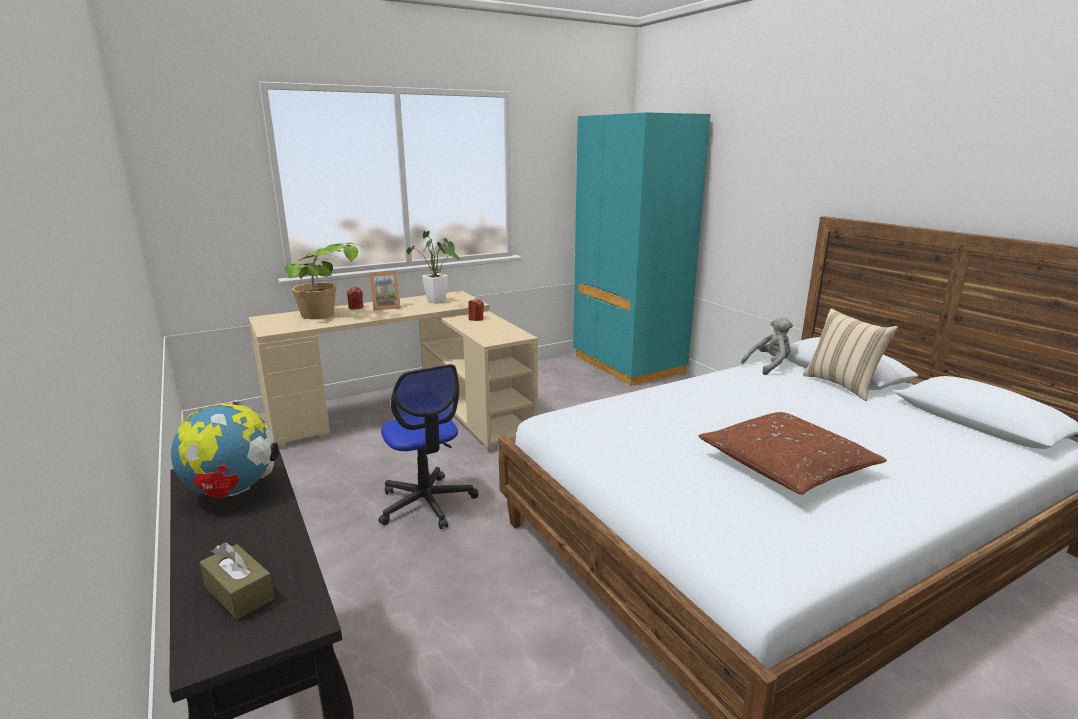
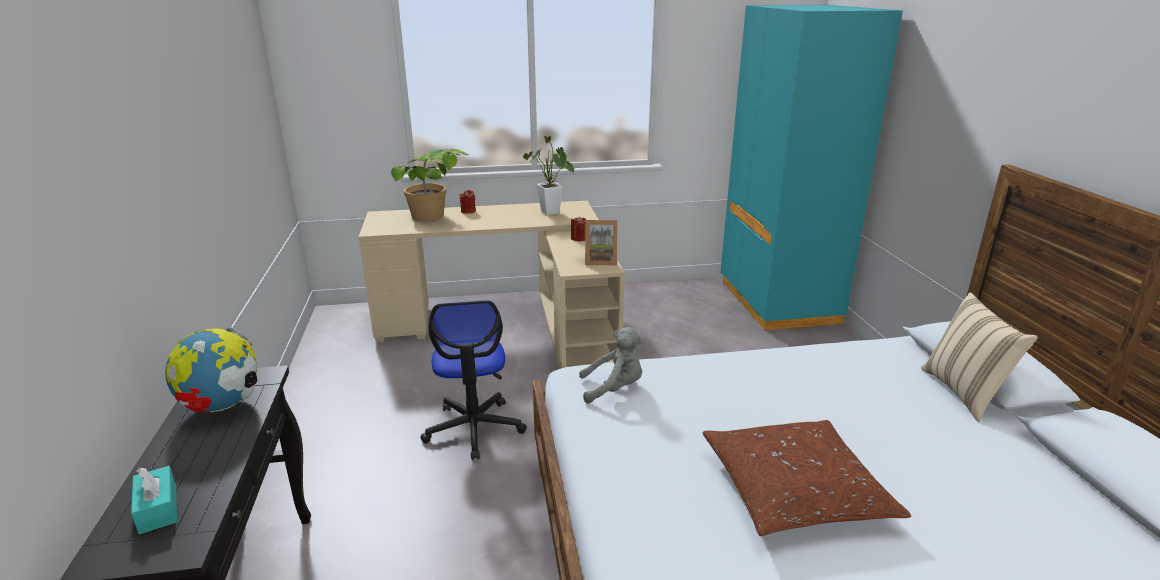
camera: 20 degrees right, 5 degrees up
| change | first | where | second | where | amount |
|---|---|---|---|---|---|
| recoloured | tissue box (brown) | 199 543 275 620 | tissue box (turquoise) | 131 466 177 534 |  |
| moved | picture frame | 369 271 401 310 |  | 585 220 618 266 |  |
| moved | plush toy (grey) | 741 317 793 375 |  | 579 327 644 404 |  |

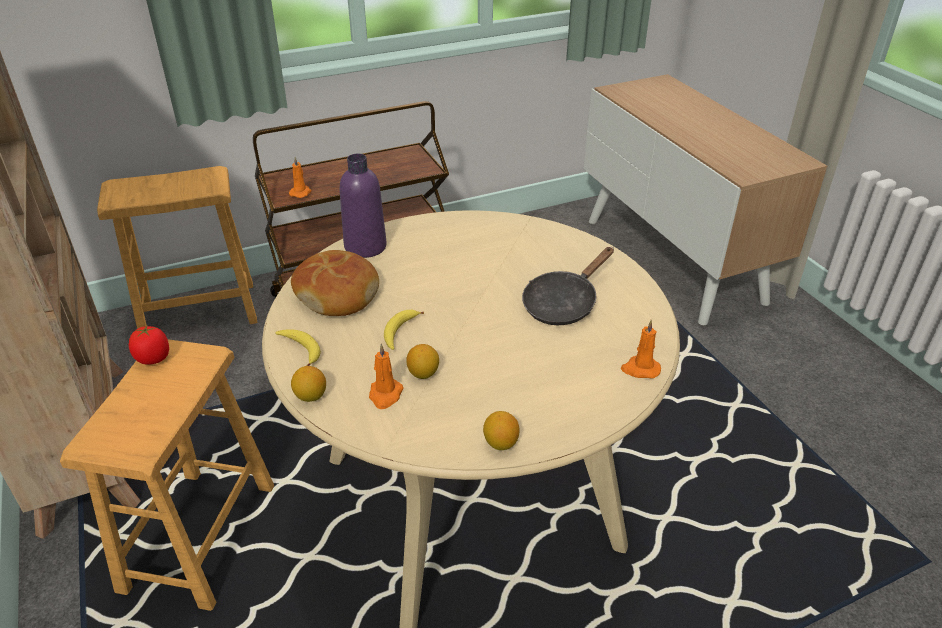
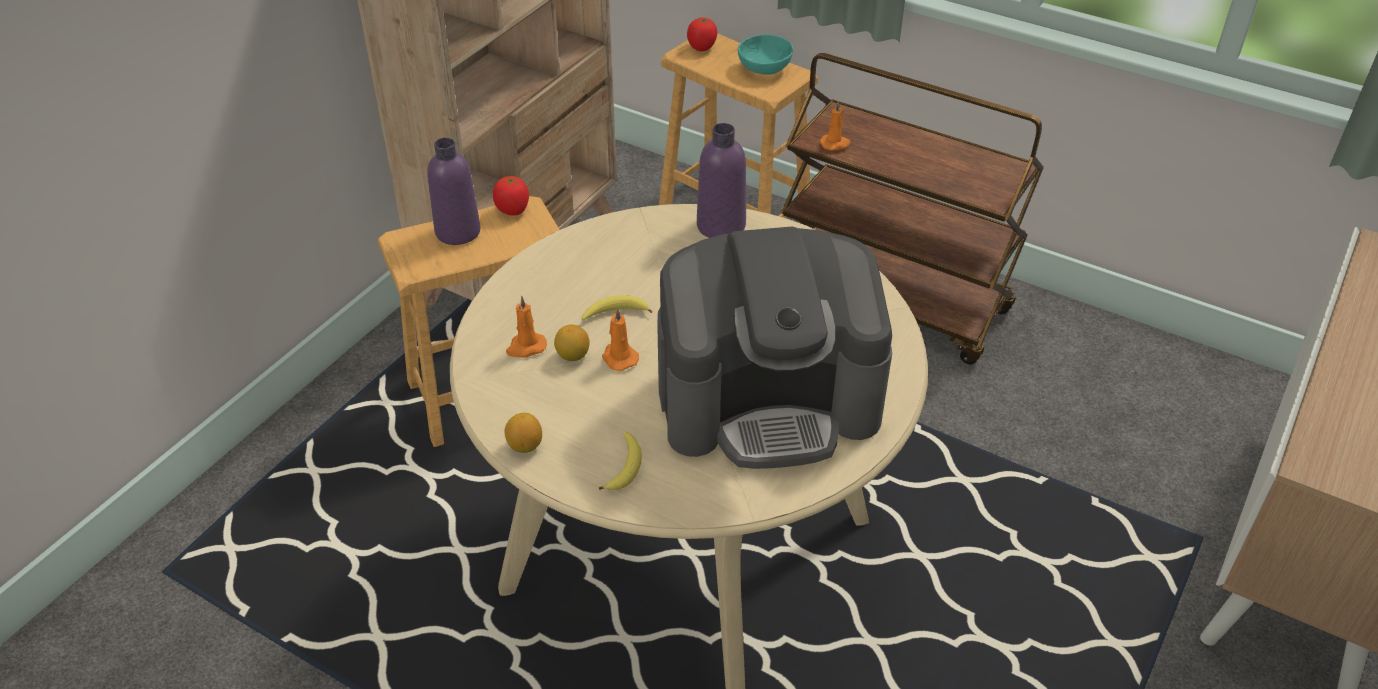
camera: 55 degrees right, 5 degrees up
| change | first | where | second | where | amount |
|---|---|---|---|---|---|
| moved | banana | 275 329 321 366 |  | 599 431 642 490 |  |
| removed | bread | 291 250 379 316 |  |  |  |
| removed | lemon | 291 366 326 402 |  |  |  |
| replaced | frying pan (black) | 522 247 614 325 | coffee machine | 657 227 892 469 |  |
| moved | candle (orange) | 621 320 661 378 |  | 602 308 639 371 |  |
| added |  |  | bottle (purple) | 427 138 481 245 |  |
| added |  |  | tomato | 687 18 718 52 |  |
| added |  |  | bowl (turquoise) | 738 35 793 75 |  |

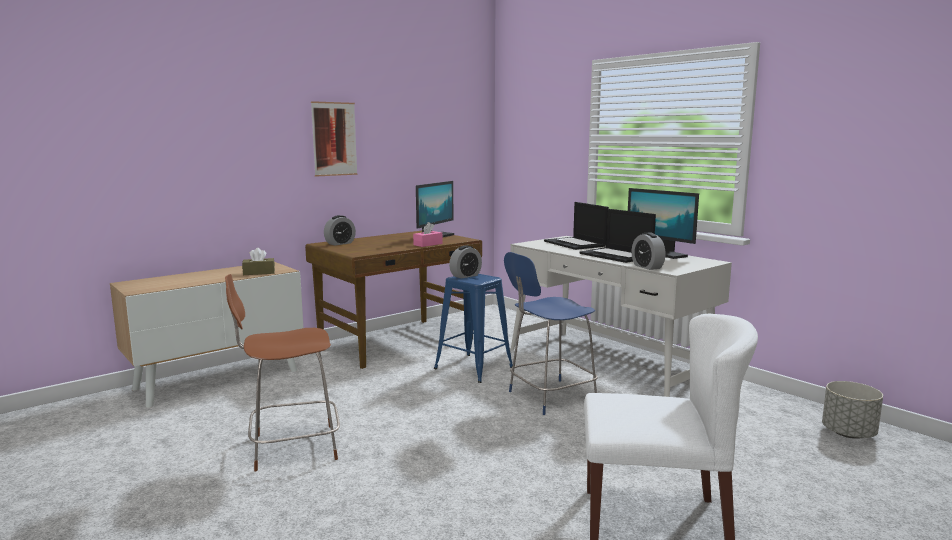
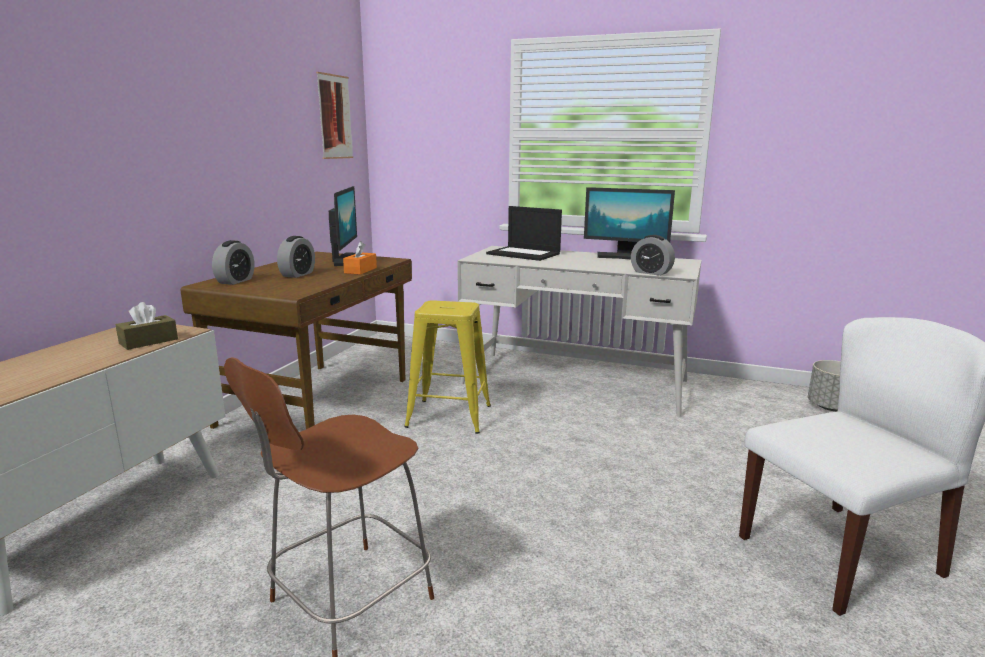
camera: 30 degrees left, 5 degrees up
| change | first | where | second | where | amount |
|---|---|---|---|---|---|
| moved | picture | 311 101 357 177 |  | 316 72 353 159 |  |
| recoloured | tissue box (pink) | 413 222 442 247 | tissue box (orange) | 343 241 377 275 |  |
| recoloured | stool (blue) | 434 274 513 383 | stool (yellow) | 404 300 491 434 |  |
| moved | alarm clock | 449 245 482 279 |  | 277 236 315 278 |  |
| removed | chair (blue) | 504 252 598 415 |  |  |  |
| removed | laptop | 579 209 656 263 |  |  |  |

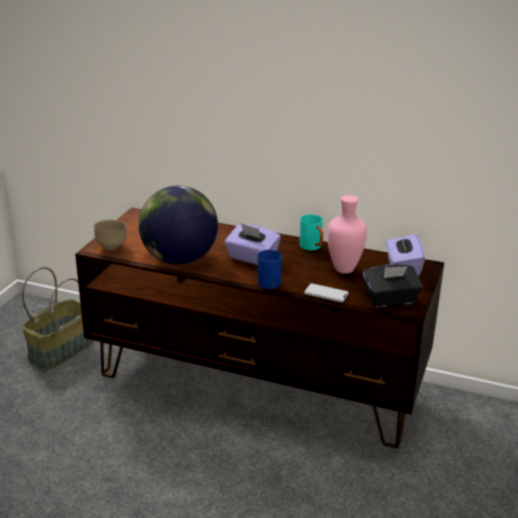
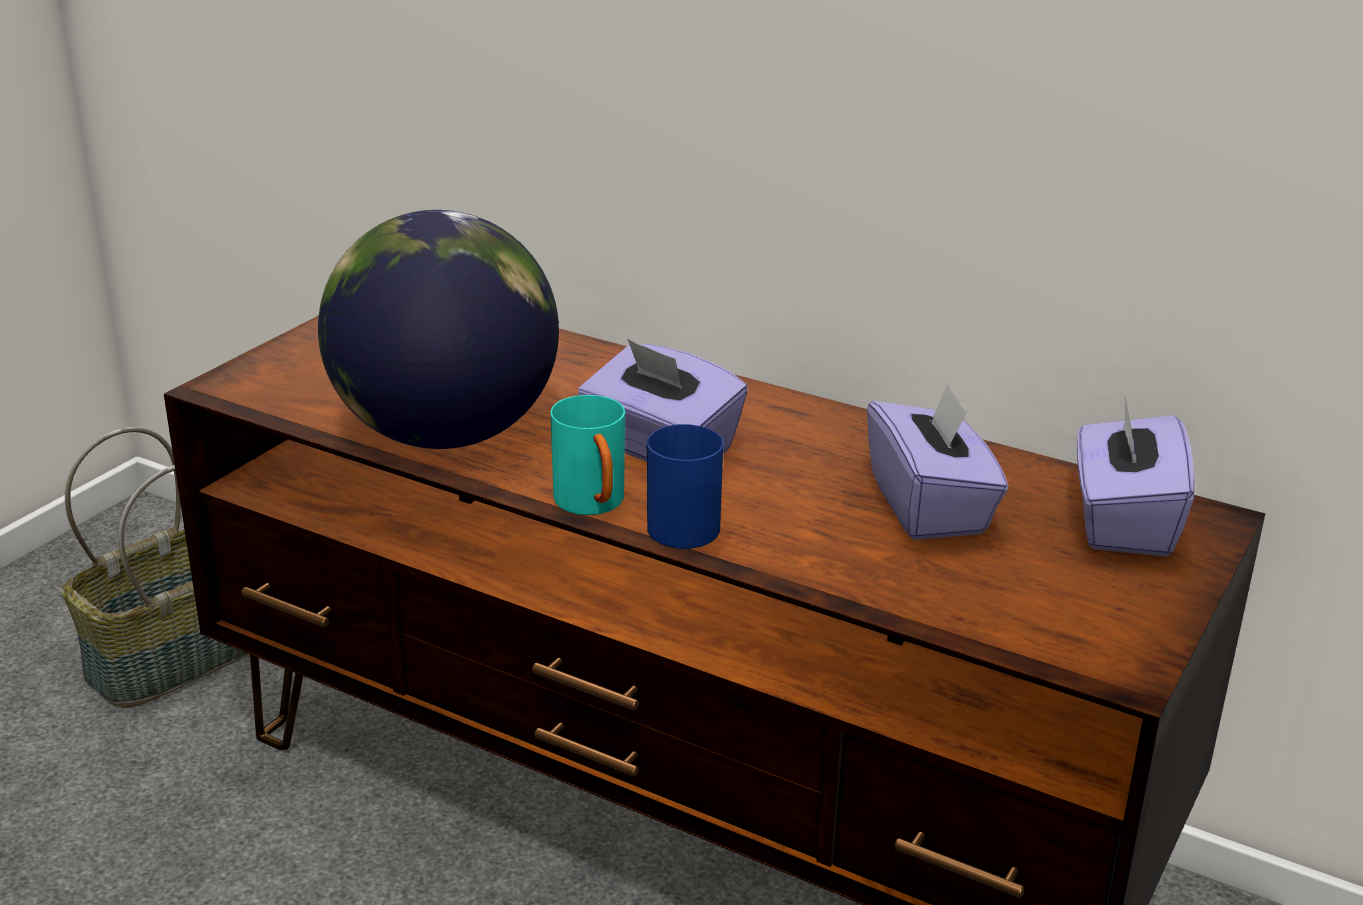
camera: 10 degrees right, 0 degrees up
| change | first | where | second | where | amount |
|---|---|---|---|---|---|
| removed | bowl (brown) | 94 220 127 250 |  |  |  |
| moved | mug (turquoise) | 300 215 323 250 |  | 550 395 625 515 |  |
| removed | phone | 304 283 349 302 |  |  |  |
| replaced | vase (pink) | 327 195 367 274 | tissue box (purple) | 867 382 1008 540 |  |
| removed | tissue box (black) | 362 264 423 308 |  |  |  |

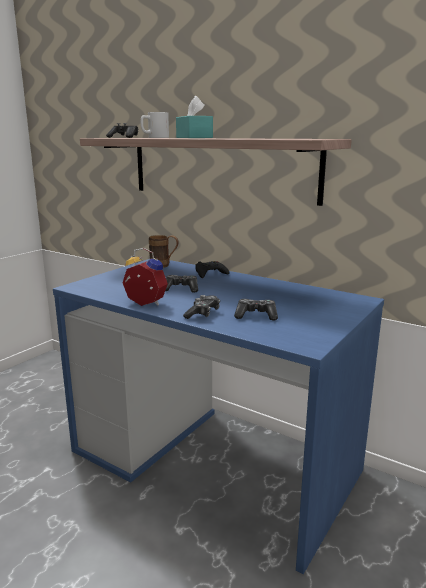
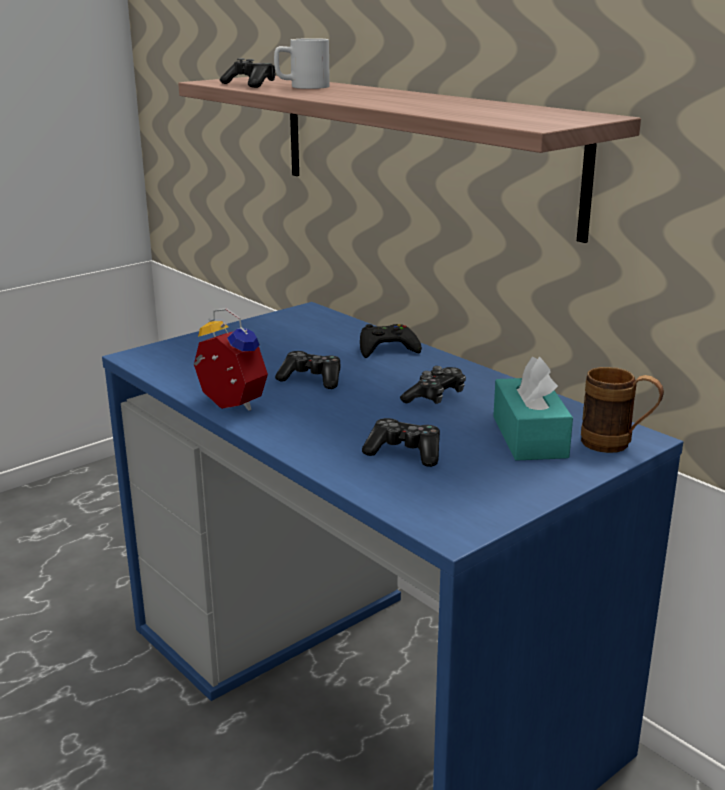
camera: 15 degrees right, 5 degrees up
| change | first | where | second | where | amount |
|---|---|---|---|---|---|
| moved | mug (brown) | 149 235 178 268 |  | 581 367 664 453 |  |
| moved | tissue box (turquoise) | 176 96 213 138 |  | 493 357 573 461 |  |
| moved | game controller | 183 295 220 319 |  | 400 366 466 404 |  |

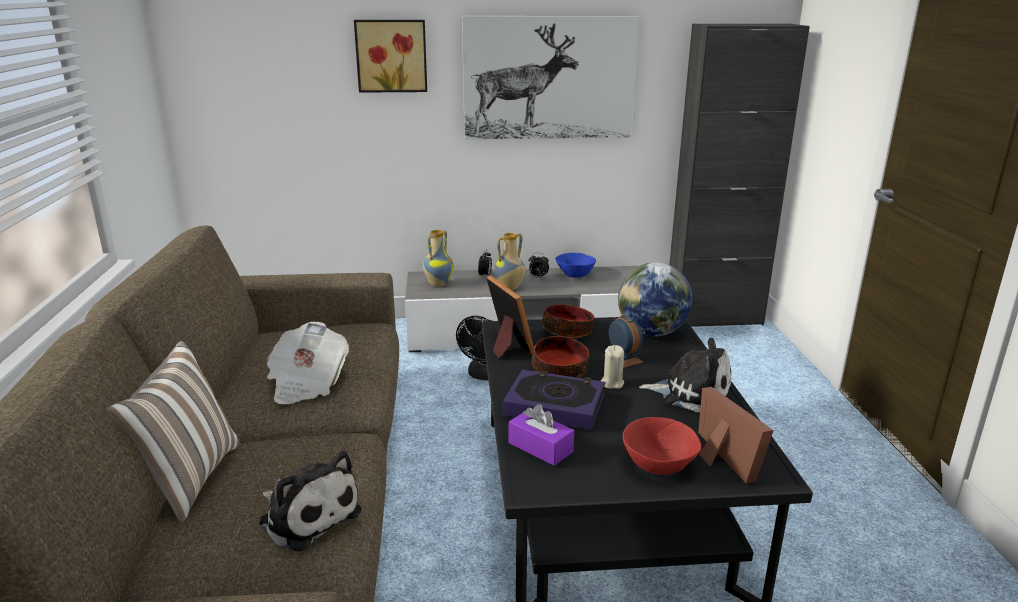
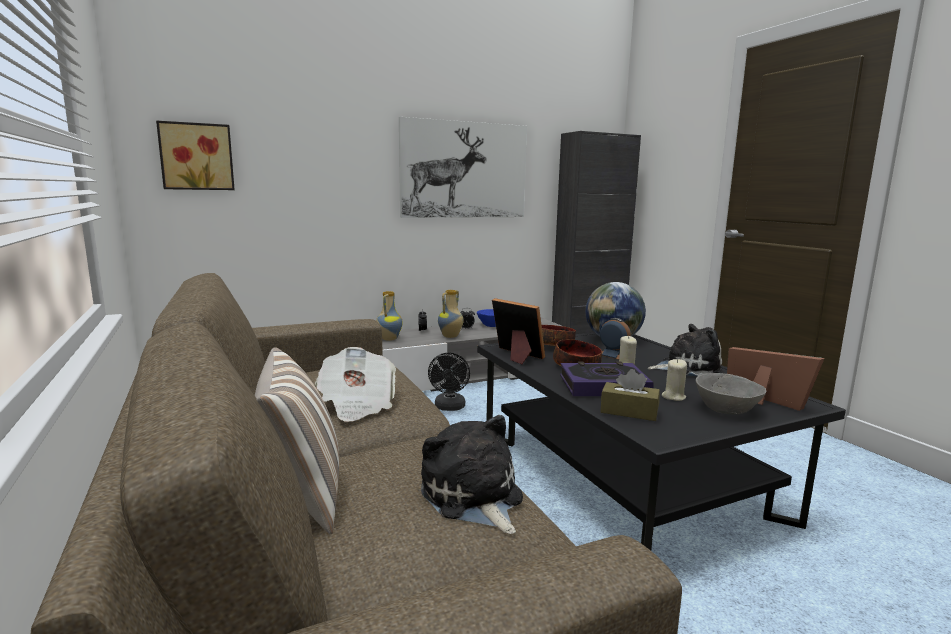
camera: 20 degrees left, 10 degrees down
| change | first | where | second | where | amount |
|---|---|---|---|---|---|
| turned | plush toy | 259 451 362 552 |  | 421 415 523 534 | 135 degrees counterclockwise |
| moved | picture | 354 20 427 93 |  | 156 121 235 190 |  |
| recoloured | tissue box (purple) | 509 404 574 466 | tissue box (brown) | 600 369 660 421 |  |
| recoloured | bowl (red) | 623 417 701 475 | bowl (grey) | 696 373 767 415 |  |
| added |  |  | candle (beige) | 662 359 687 401 |  |

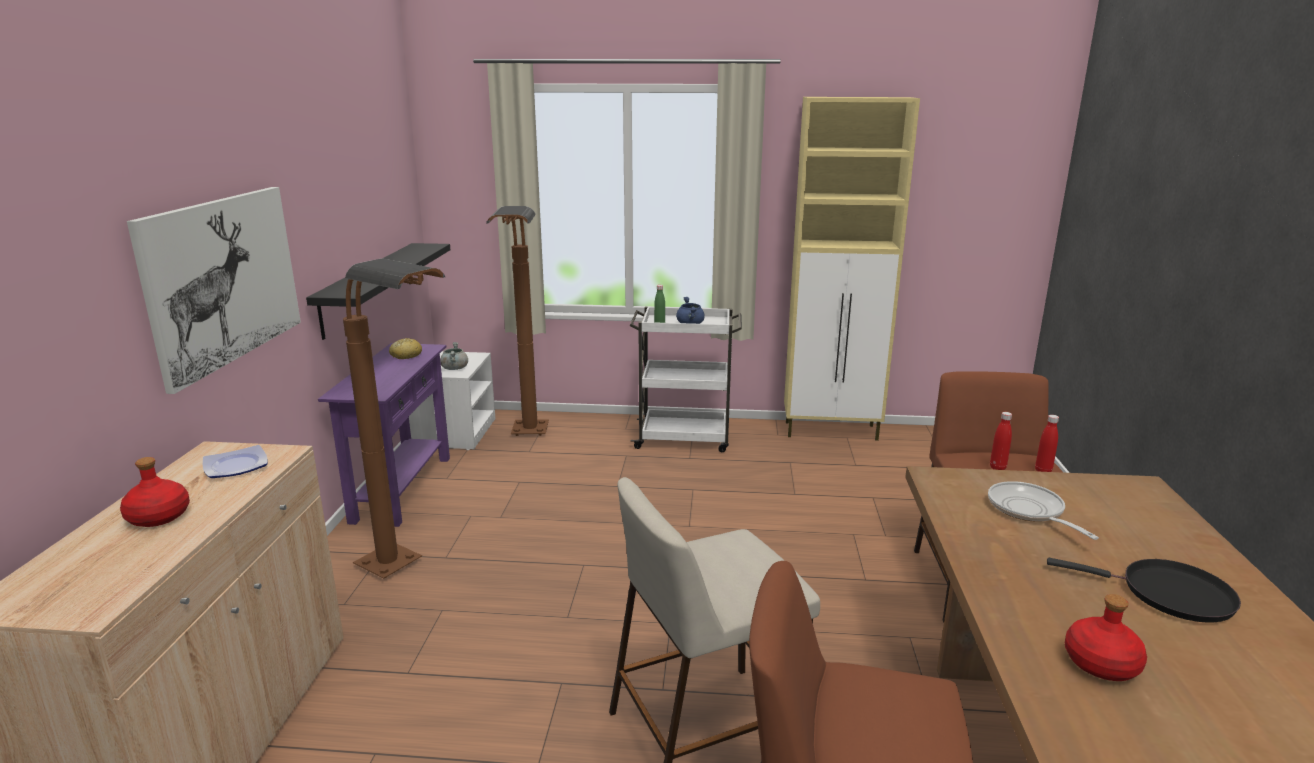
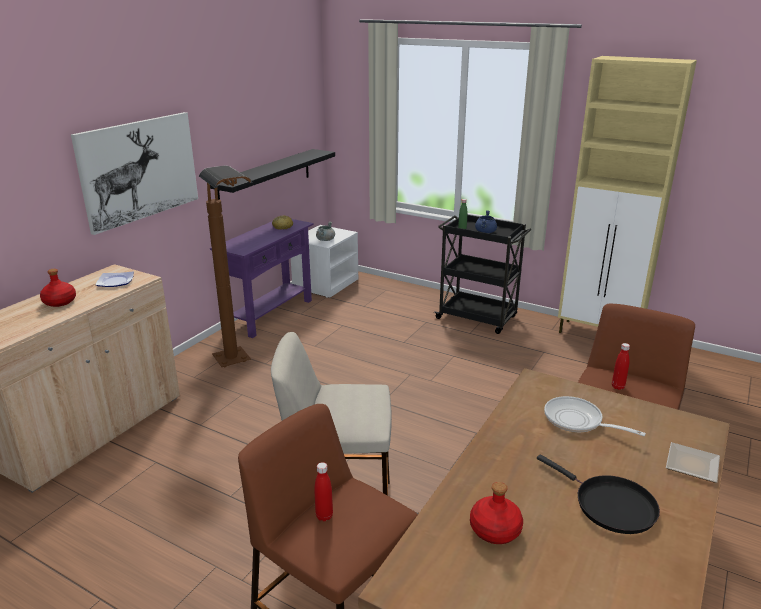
camera: 25 degrees right, 5 degrees up
| change | first | where | second | where | amount |
|---|---|---|---|---|---|
| removed | floor lamp (brown) | 486 206 549 436 |  |  |  |
| recoloured | cart (white) | 630 306 742 452 | cart (black) | 434 215 531 334 |  |
| turned | frying pan | 988 481 1099 540 |  | 544 396 646 436 | 60 degrees counterclockwise |
| moved | bottle (red) | 1035 415 1059 472 |  | 314 462 333 521 |  |
| added |  |  | plate | 666 442 720 483 |  |

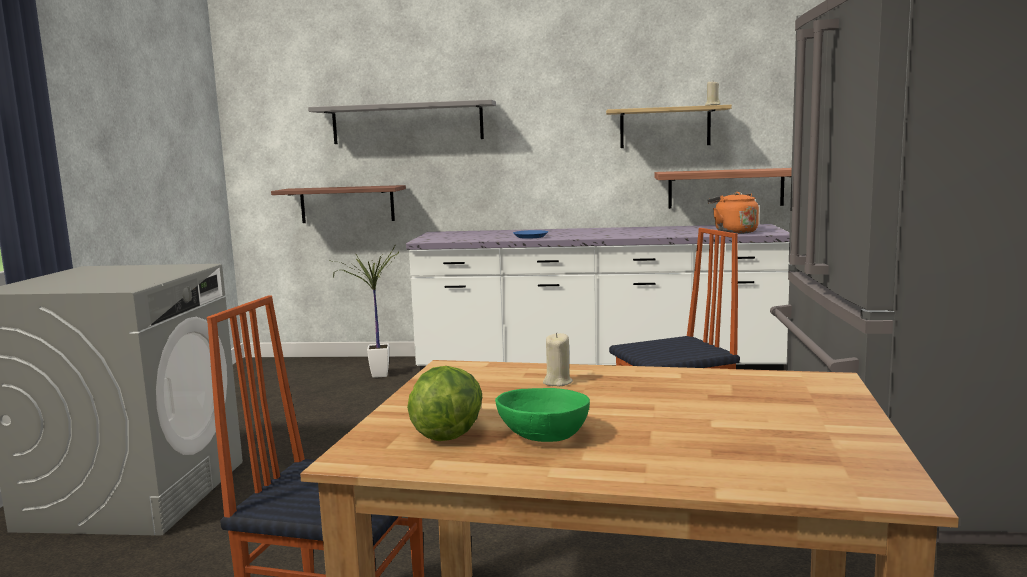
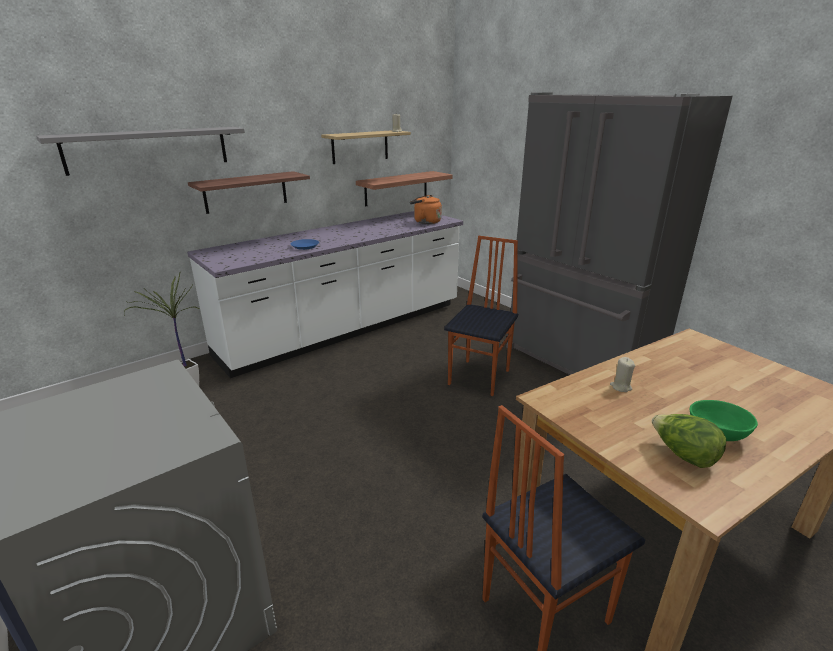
camera: 45 degrees left, 15 degrees up
| change | first | where | second | where | amount |
|---|---|---|---|---|---|
| moved | shelf | 271 185 406 223 |  | 188 171 310 214 |  |

